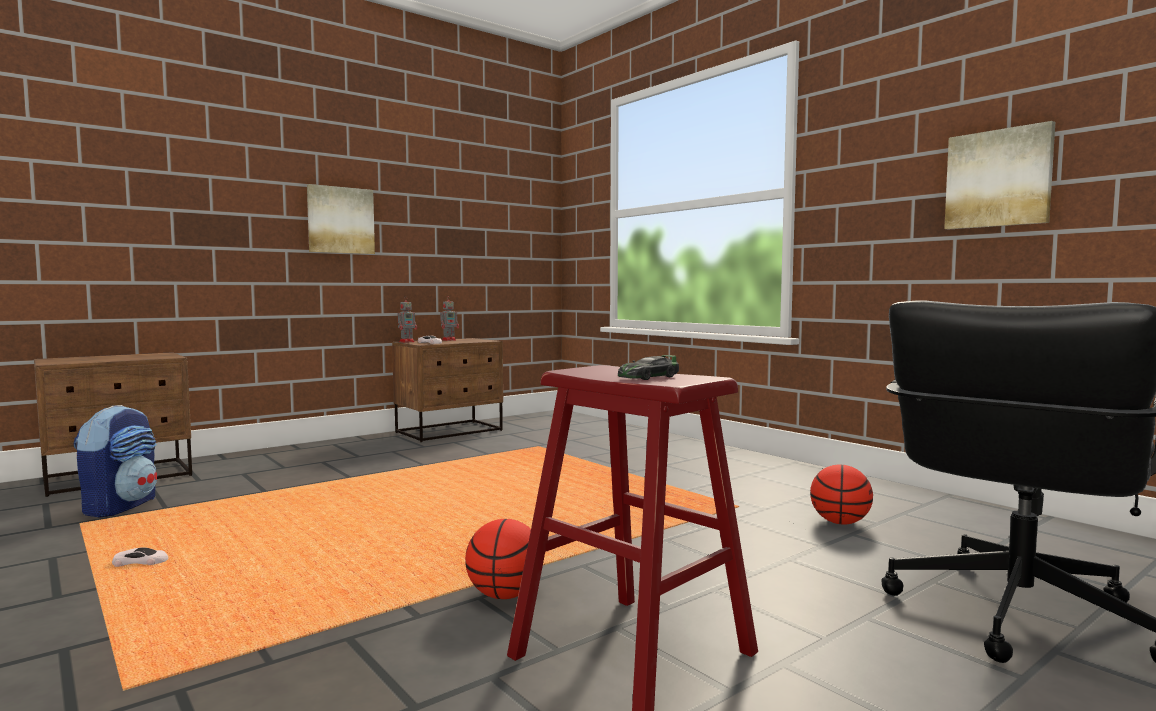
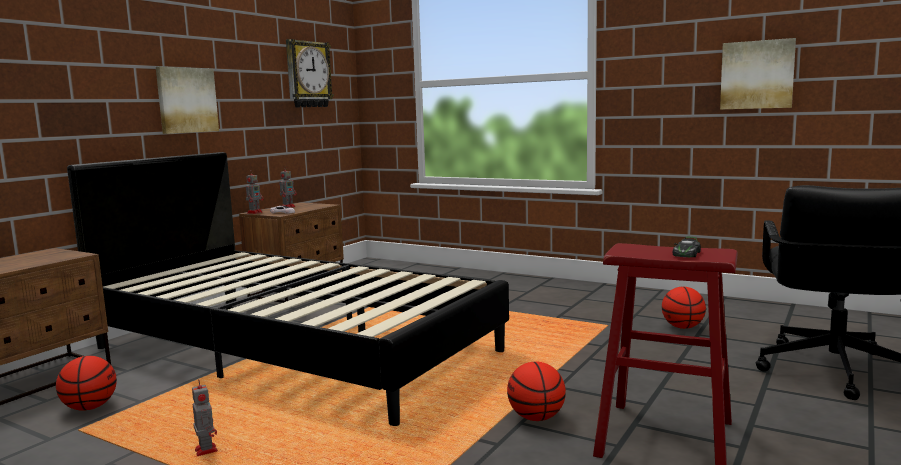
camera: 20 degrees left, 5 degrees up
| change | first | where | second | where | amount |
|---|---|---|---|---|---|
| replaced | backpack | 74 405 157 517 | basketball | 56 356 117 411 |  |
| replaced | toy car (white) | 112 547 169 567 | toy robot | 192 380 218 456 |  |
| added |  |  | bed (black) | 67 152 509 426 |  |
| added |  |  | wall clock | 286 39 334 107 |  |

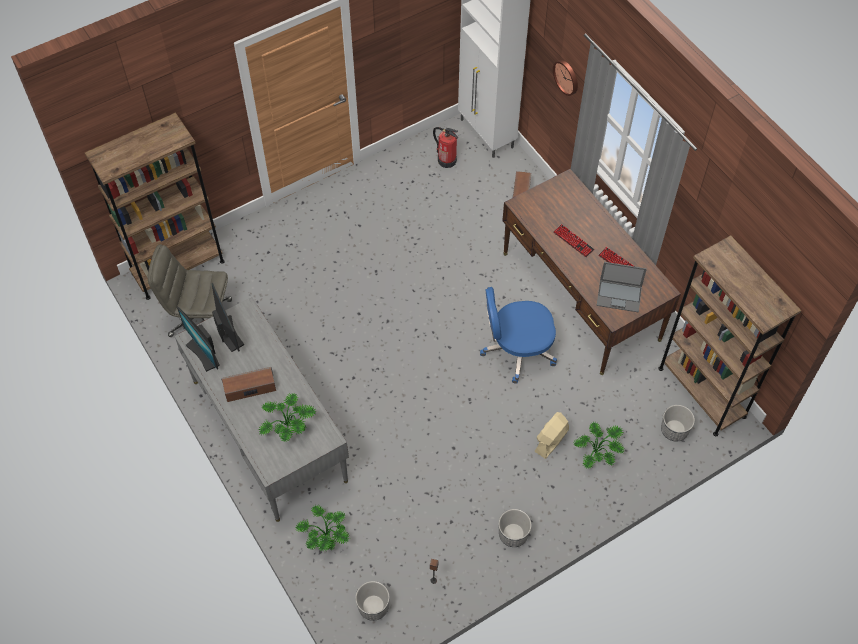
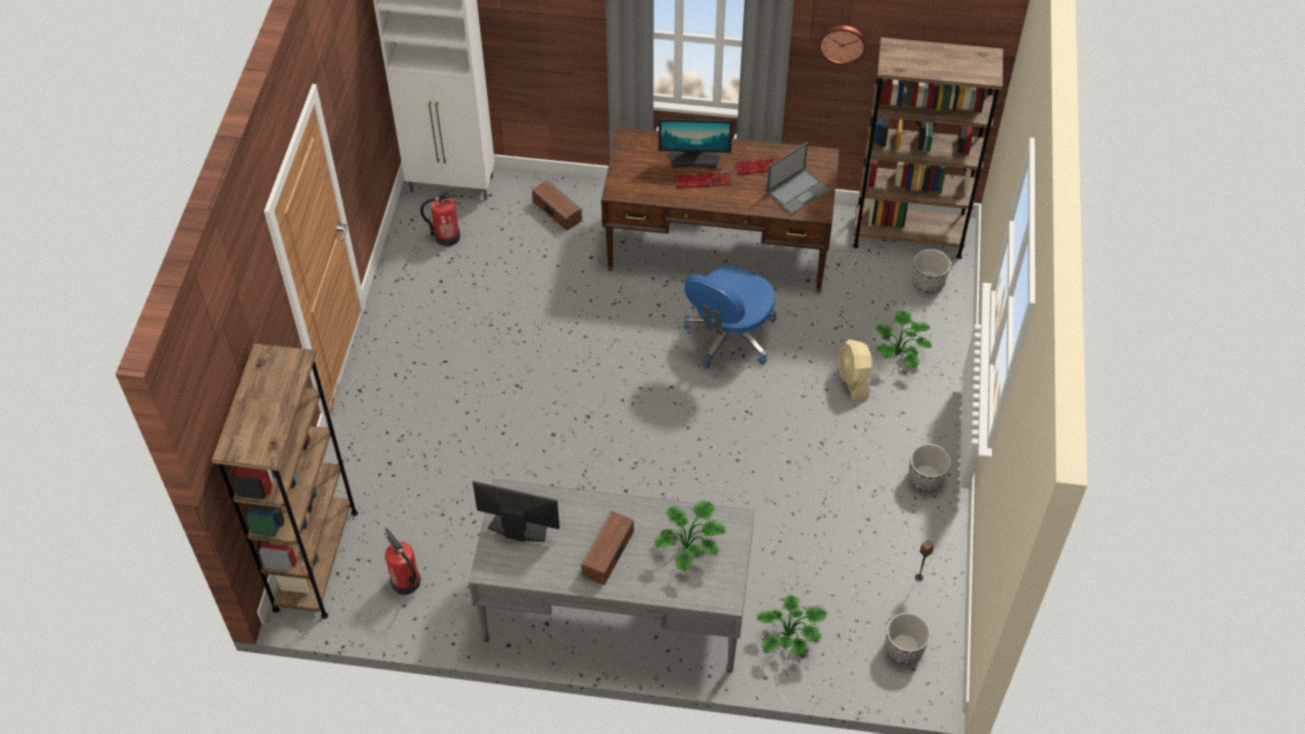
camera: 50 degrees left, 5 degrees down
| change | first | where | second | where | amount |
|---|---|---|---|---|---|
| replaced | office chair (grey) | 148 244 232 337 | fire extinguisher | 385 528 421 595 |  |
| moved | monitor | 177 307 220 372 |  | 658 119 733 169 |  |
| moved | wall clock | 553 60 578 96 |  | 819 25 866 65 |  |

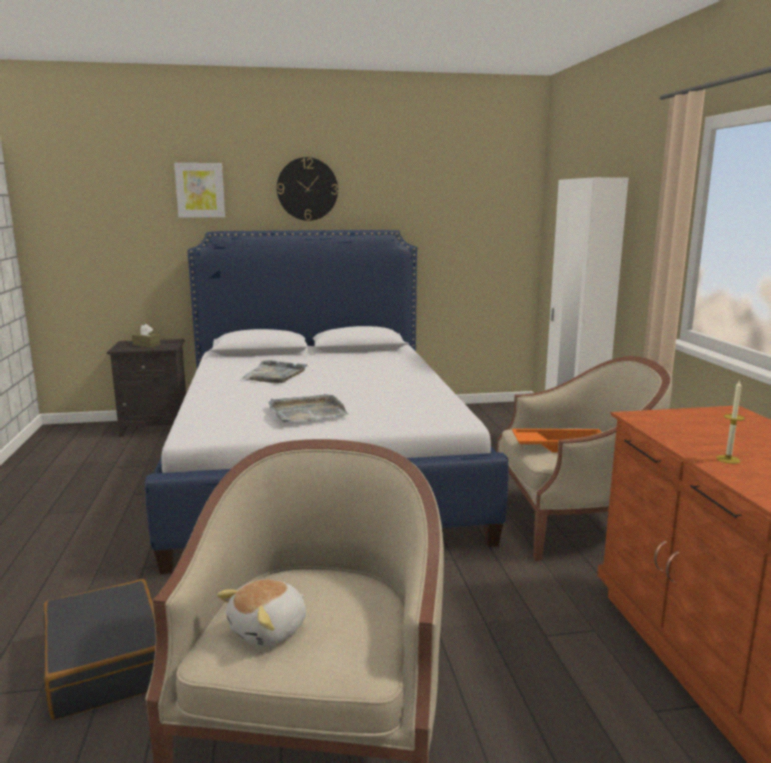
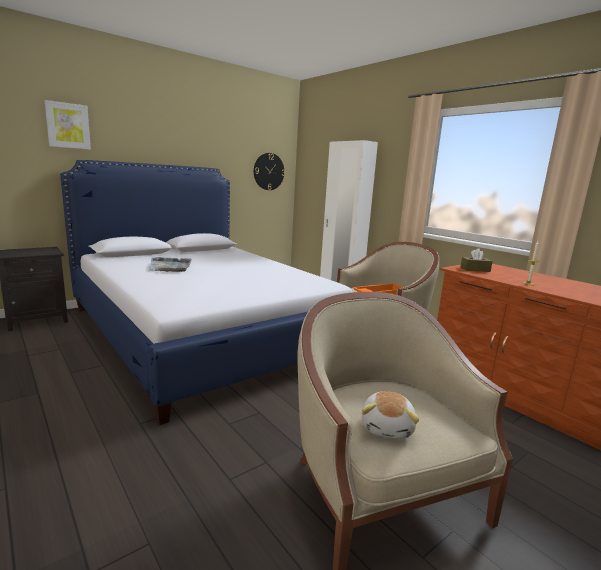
camera: 30 degrees left, 0 degrees up
| change | first | where | second | where | amount |
|---|---|---|---|---|---|
| removed | suitcase (black) | 43 579 156 720 |  |  |  |
| moved | tissue box (brown) | 132 324 161 348 |  | 460 248 493 272 |  |
| removed | tray (grey) | 268 394 349 422 |  |  |  |
| moved | wall clock | 277 157 338 221 |  | 254 153 285 190 |  |

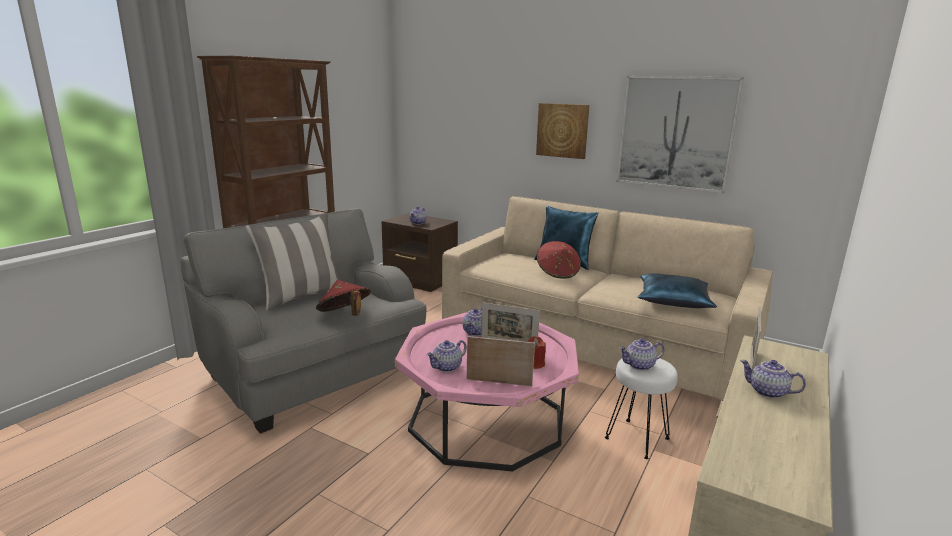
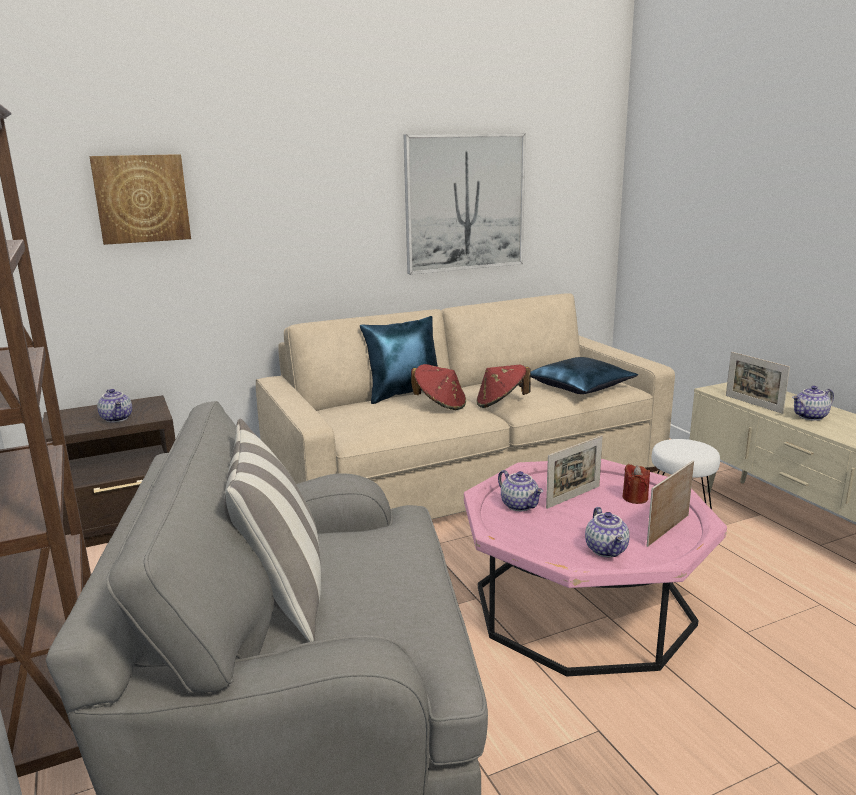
camera: 55 degrees left, 0 degrees up
| change | first | where | second | where | amount |
|---|---|---|---|---|---|
| moved | hat (red) | 316 280 371 316 |  | 477 365 531 408 |  |
| moved | picture | 536 103 589 159 |  | 89 154 191 245 |  |
| removed | teapot | 619 338 664 371 |  |  |  |

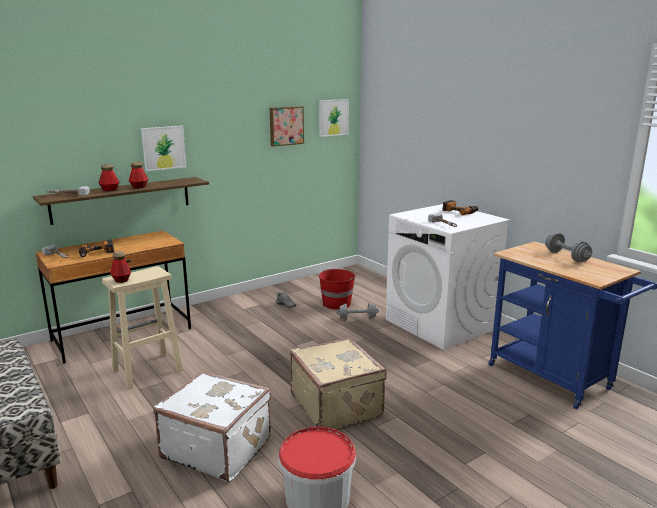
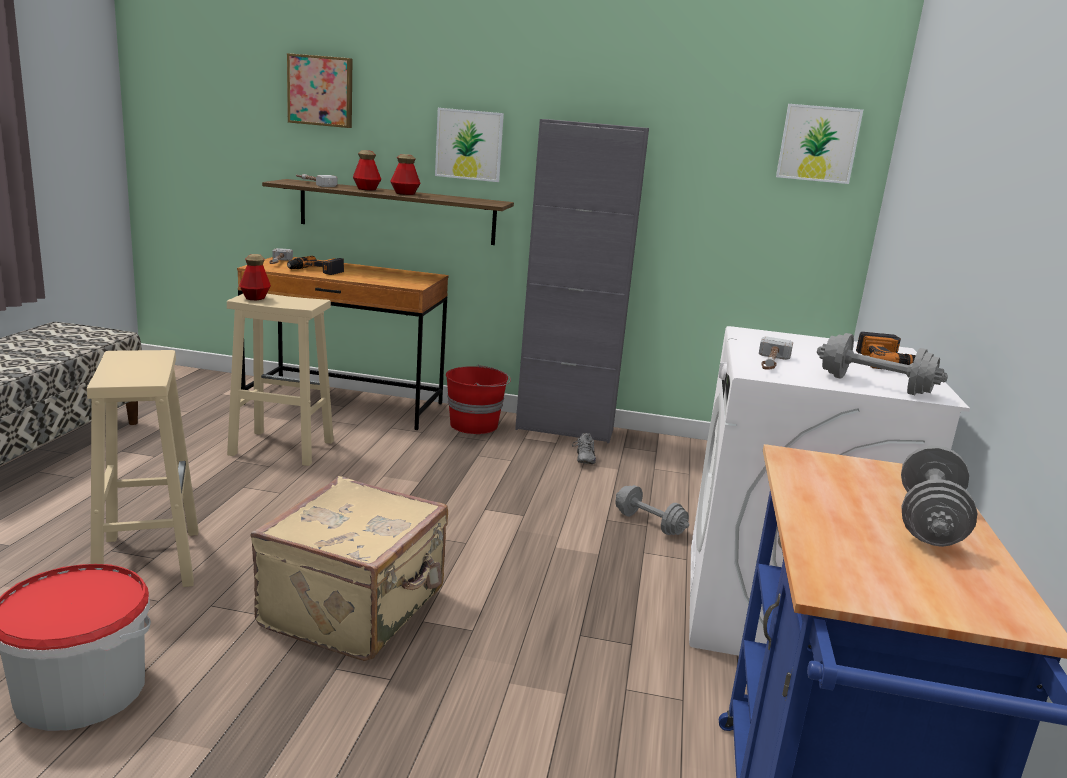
camera: 45 degrees right, 0 degrees up
| change | first | where | second | where | amount |
|---|---|---|---|---|---|
| replaced | suitcase (white) | 153 371 271 482 | stool (beige) | 87 350 199 587 |  |
| moved | picture | 270 106 304 147 |  | 287 53 352 128 |  |
| moved | bucket (red) | 319 269 357 310 |  | 446 365 511 434 |  |
| added |  |  | cabinet (grey) | 515 119 649 443 |  |
| added |  |  | dumbbell (grey) | 817 333 948 395 |  |

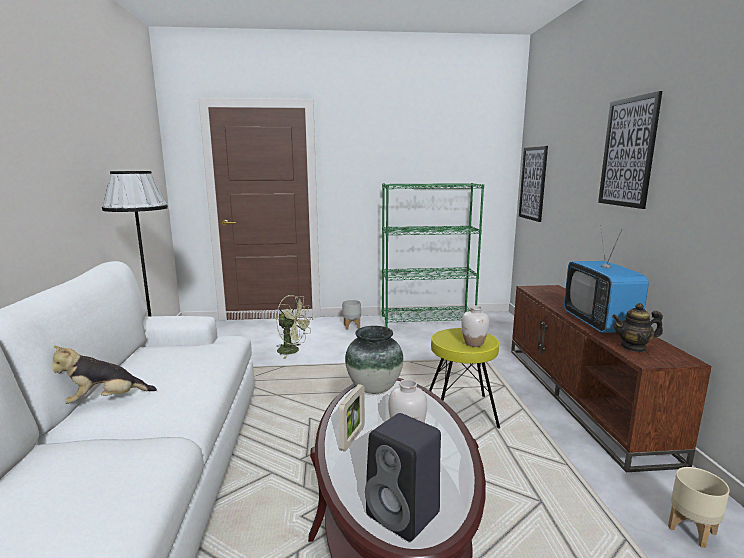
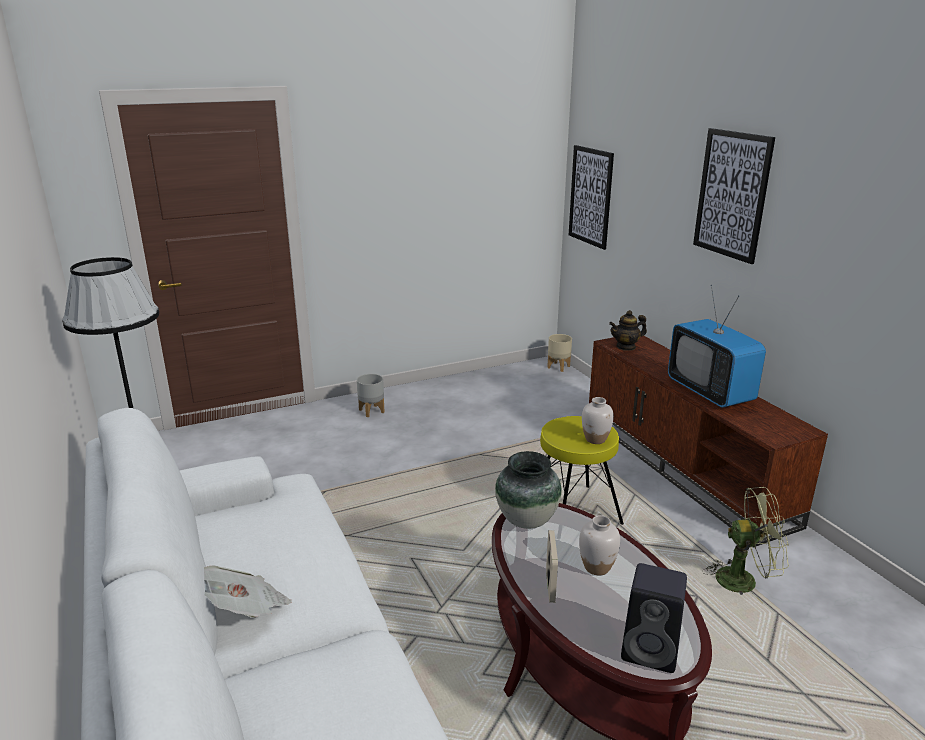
camera: 20 degrees left, 10 degrees up
| change | first | where | second | where | amount |
|---|---|---|---|---|---|
| replaced | plush toy | 52 346 157 404 | newspaper | 204 565 292 618 |  |
| moved | fan (green) | 276 295 313 359 |  | 703 487 789 603 |  |
| removed | bookcase (green) | 382 183 484 327 |  |  |  |
| moved | teapot | 612 303 663 352 |  | 609 310 647 351 |  |
| moved | planter (beige) | 668 467 730 548 |  | 547 334 572 372 |  |

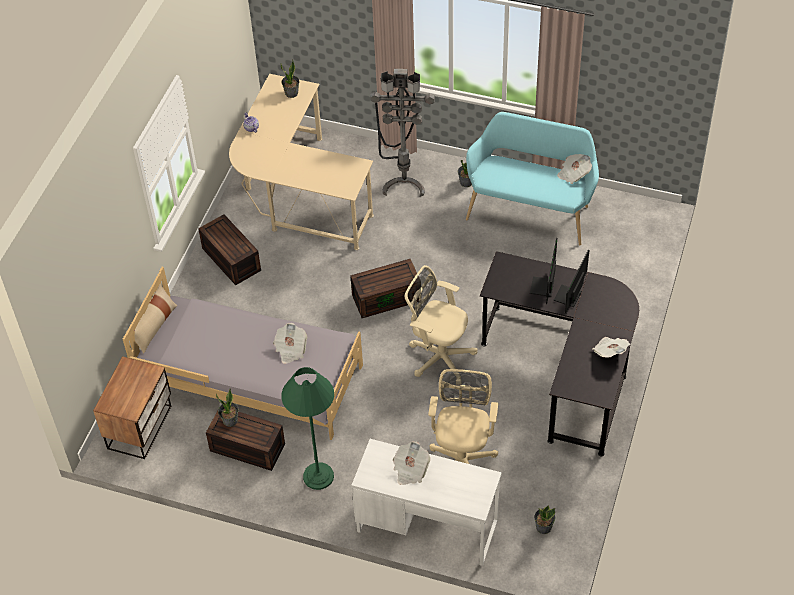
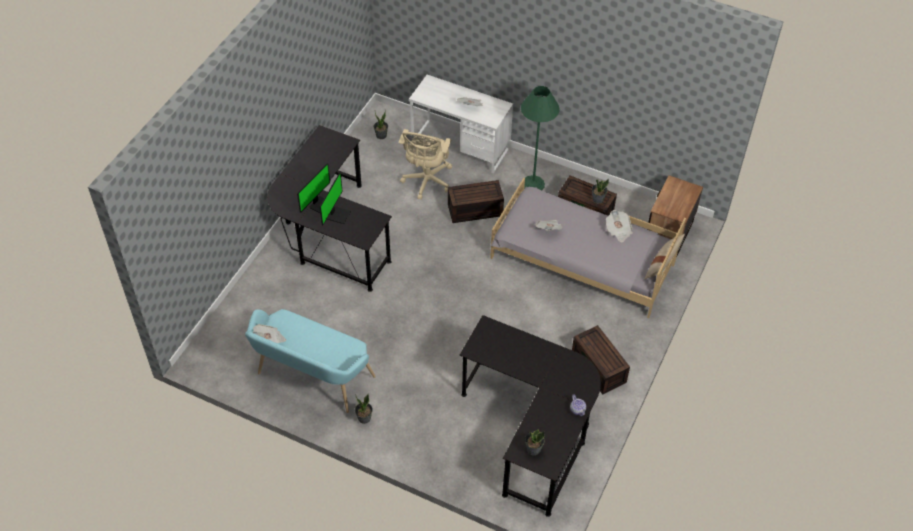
camera: 175 degrees left, 0 degrees up
| change | first | where | second | where | amount |
|---|---|---|---|---|---|
| recoloured | desk (beige) | 229 74 374 250 | desk (black) | 459 315 601 517 |  |
| moved | storage box (brown) | 350 259 419 318 |  | 448 180 504 223 |  |
| removed | floor lamp (grey) | 370 69 435 197 |  |  |  |
| removed | office chair (beige) | 405 265 478 377 |  |  |  |
| moved | newspaper | 592 337 630 358 |  | 606 210 633 242 |  |

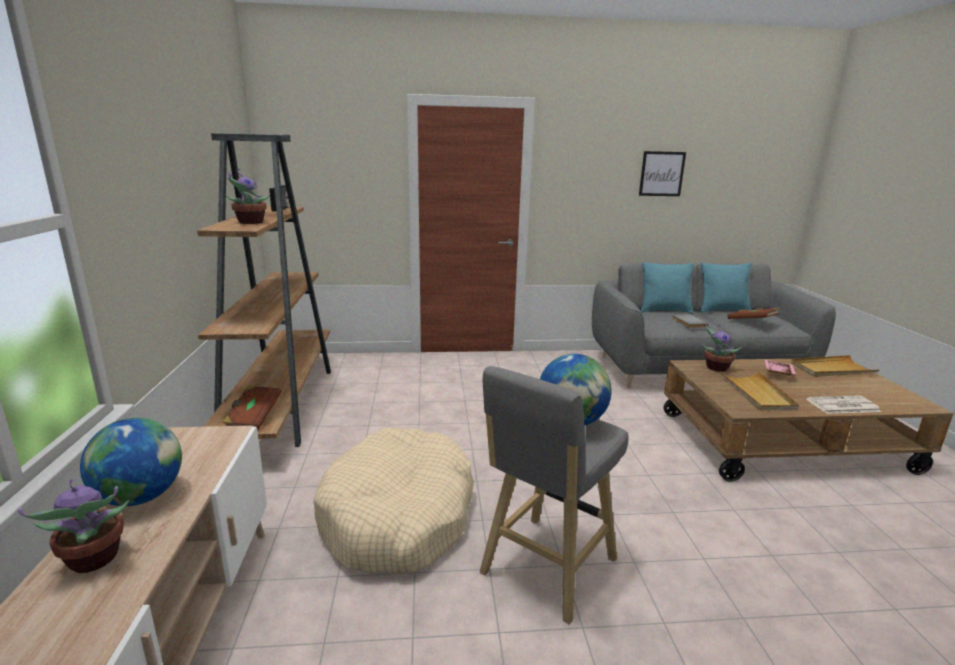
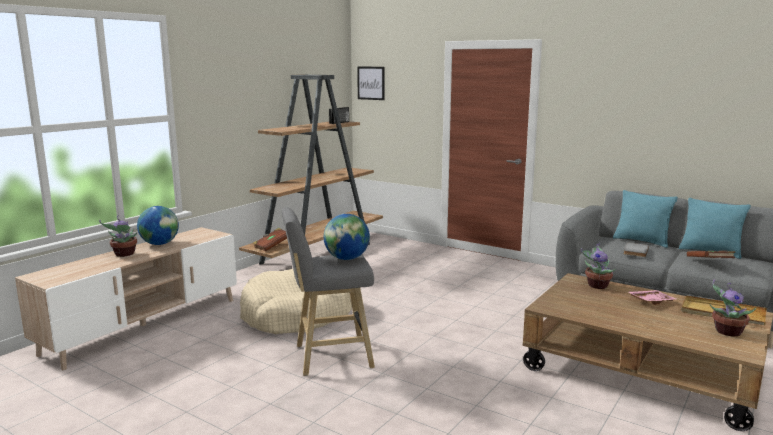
camera: 40 degrees right, 5 degrees down
| change | first | where | second | where | amount |
|---|---|---|---|---|---|
| moved | potted plant | 225 169 271 224 |  | 710 280 756 336 |  |
| moved | picture | 639 151 686 196 |  | 357 67 385 100 |  |
| removed | tray (beige) | 720 371 799 410 |  |  |  |
| removed | newspaper | 806 395 881 414 |  |  |  |

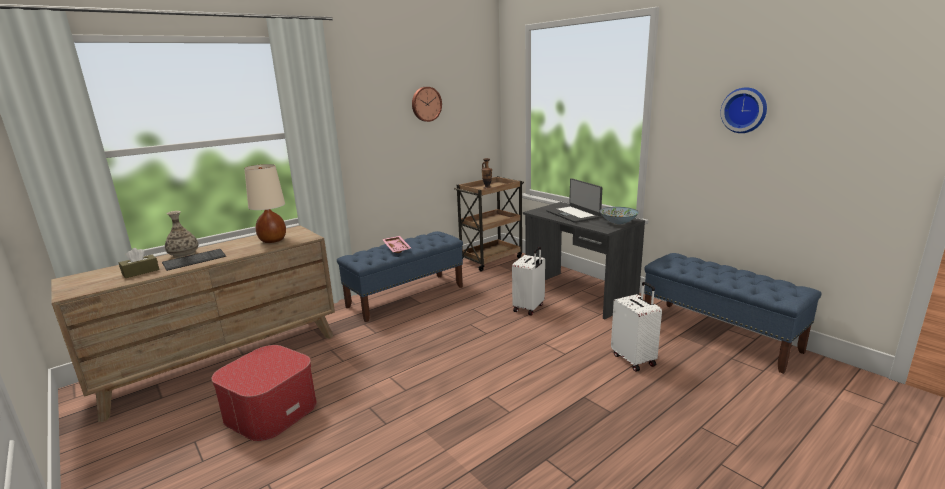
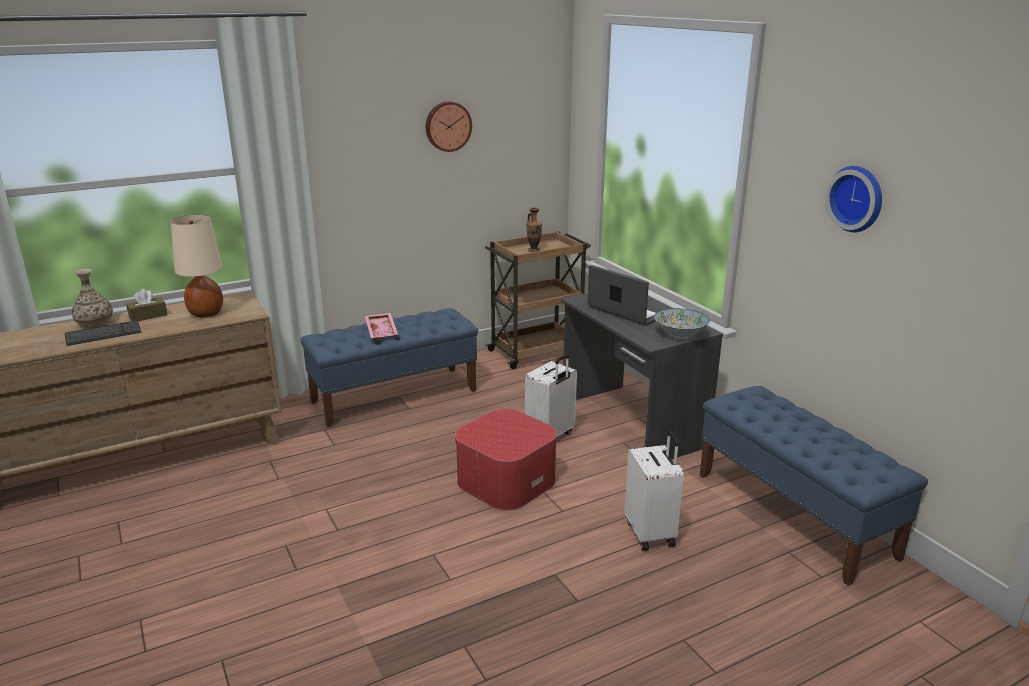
camera: 10 degrees right, 5 degrees up
| change | first | where | second | where | amount |
|---|---|---|---|---|---|
| moved | tissue box (brown) | 119 248 159 278 |  | 126 289 167 321 |  |
| moved | ottoman | 211 345 317 441 |  | 455 409 558 510 |  |
| turned | laptop | 546 178 602 223 |  | 587 265 664 326 | 150 degrees clockwise |

